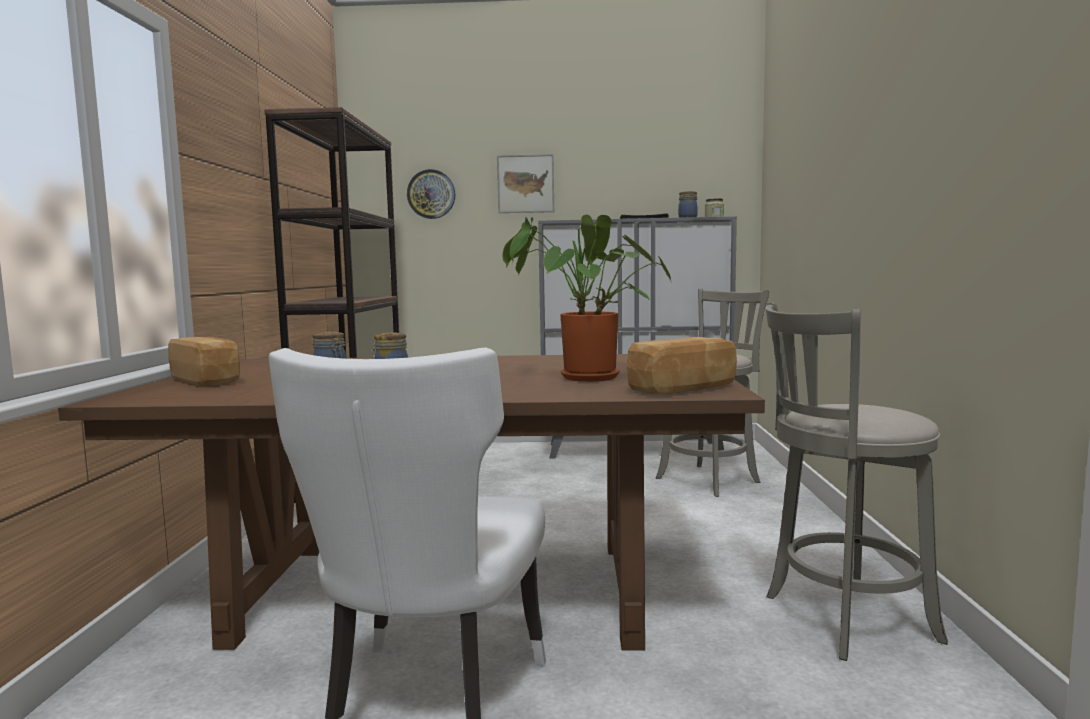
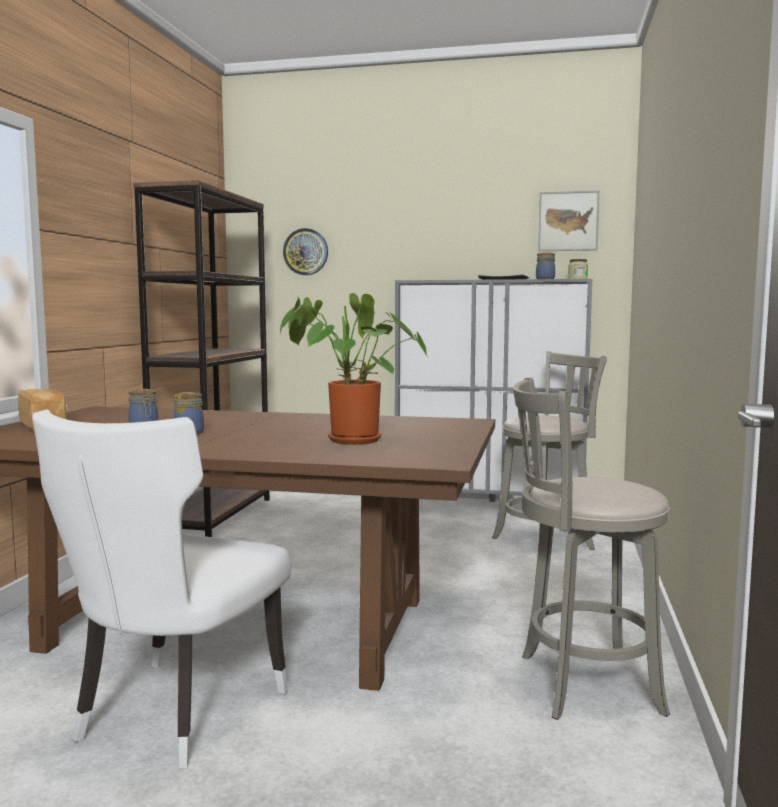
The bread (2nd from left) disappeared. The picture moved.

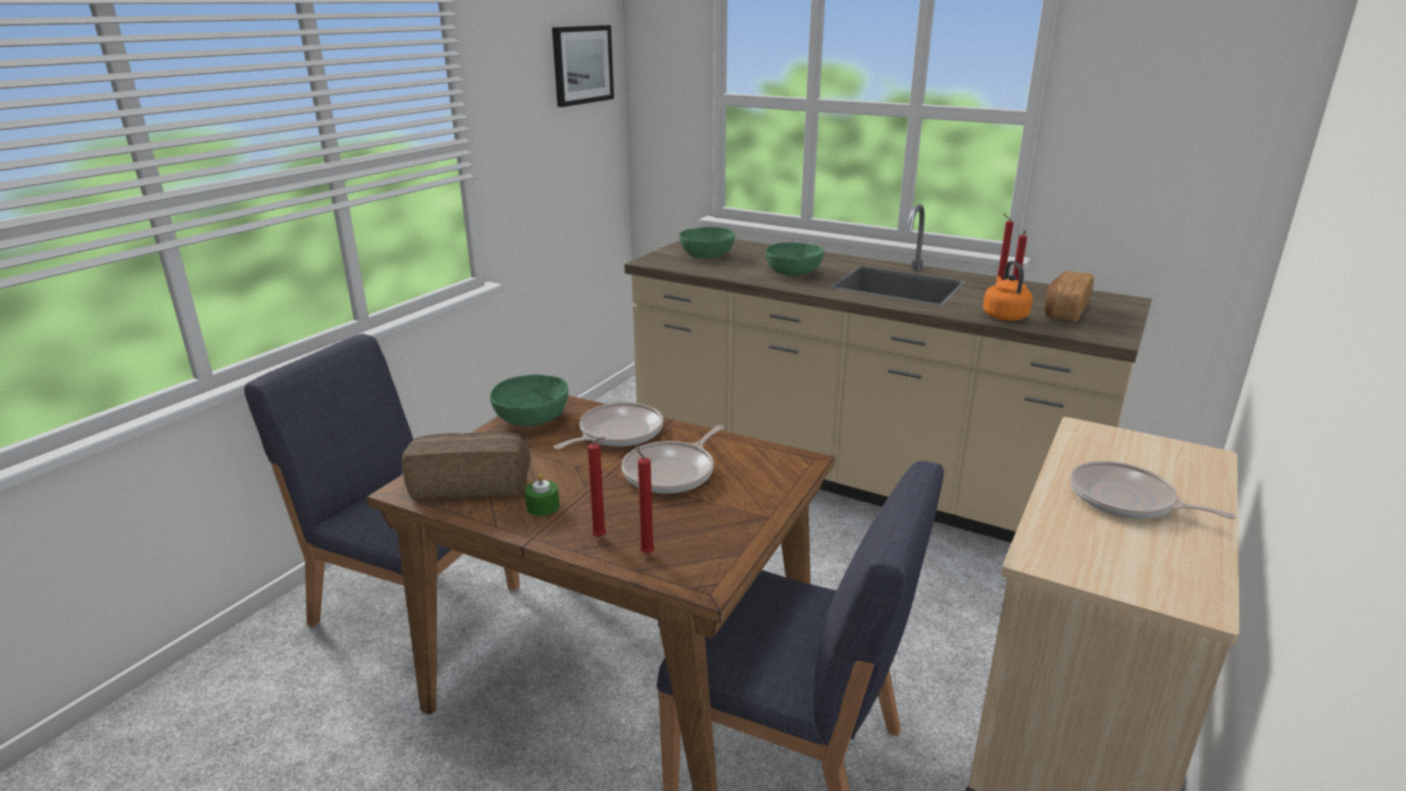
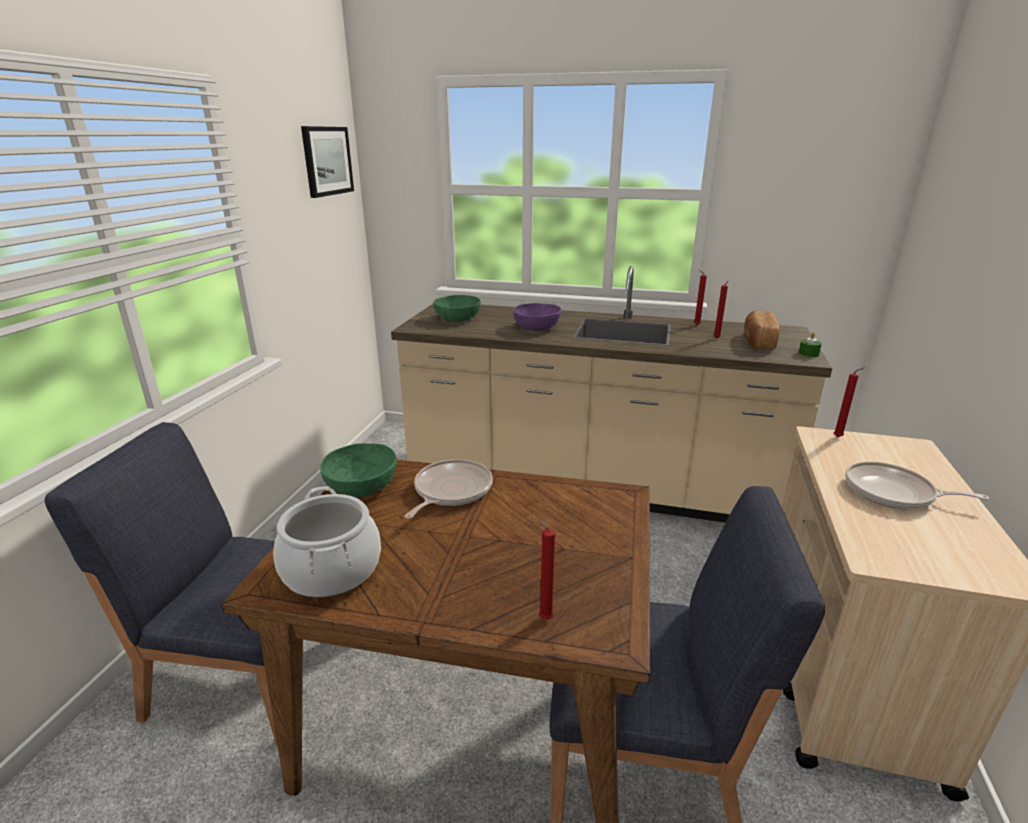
The frying pan (2nd from left) disappeared. The kettle (orange) disappeared. The candle (green) moved. The candle (red) (1st from left in the first image) moved. The bread (1st from left) was replaced by the cooking pot. The bowl (green) (3rd from left) became the bowl (purple).

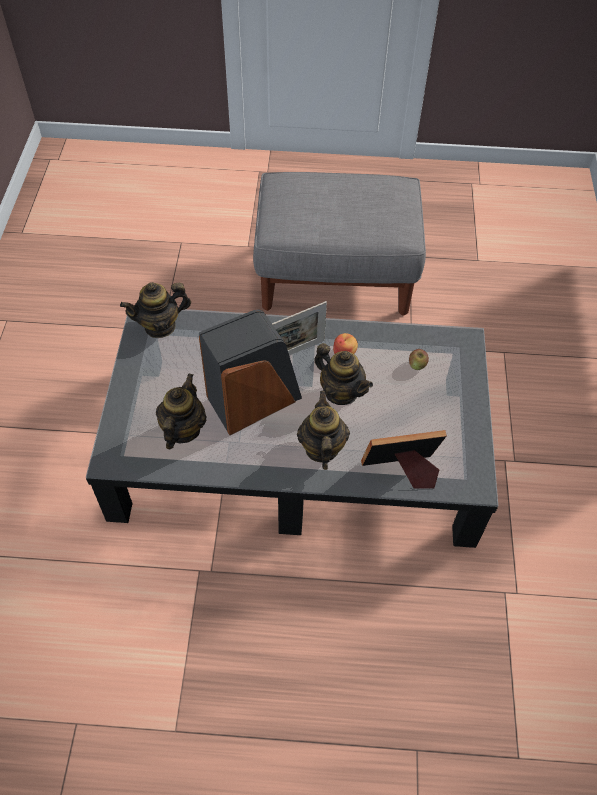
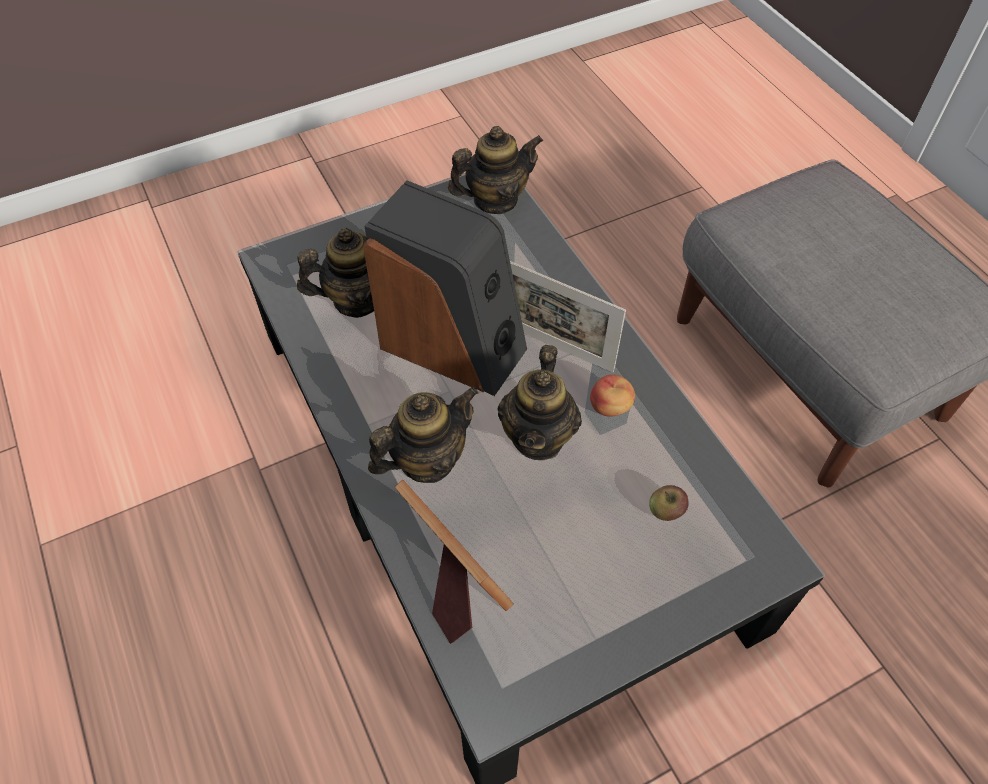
The teapot (1st from left in the first image) turned 120 degrees clockwise.

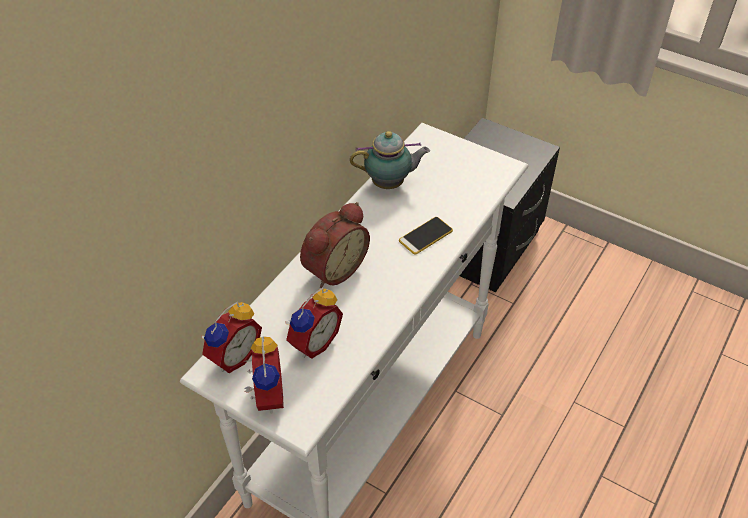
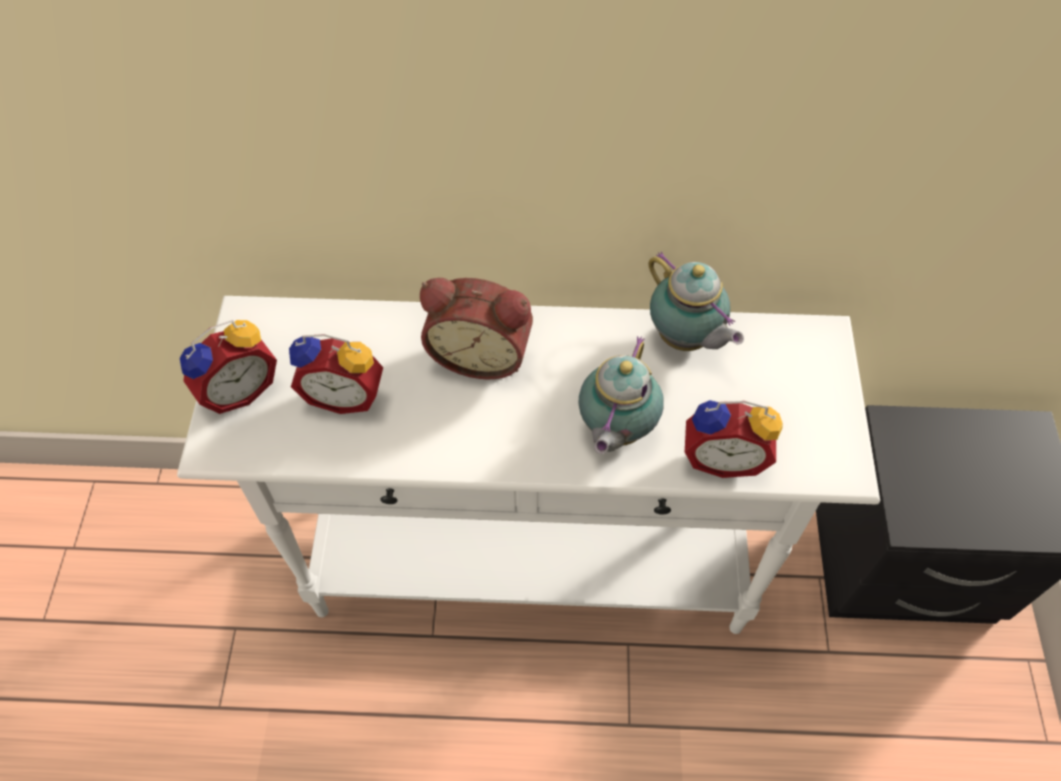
The alarm clock (1st from left in the first image) moved. The phone was replaced by the teapot (1st from left).

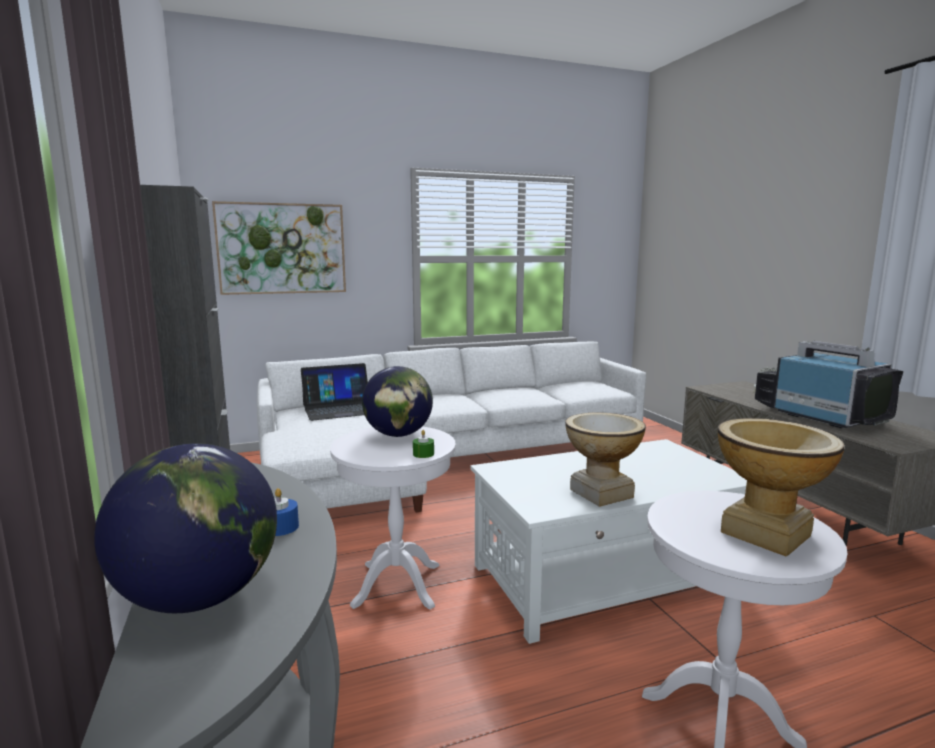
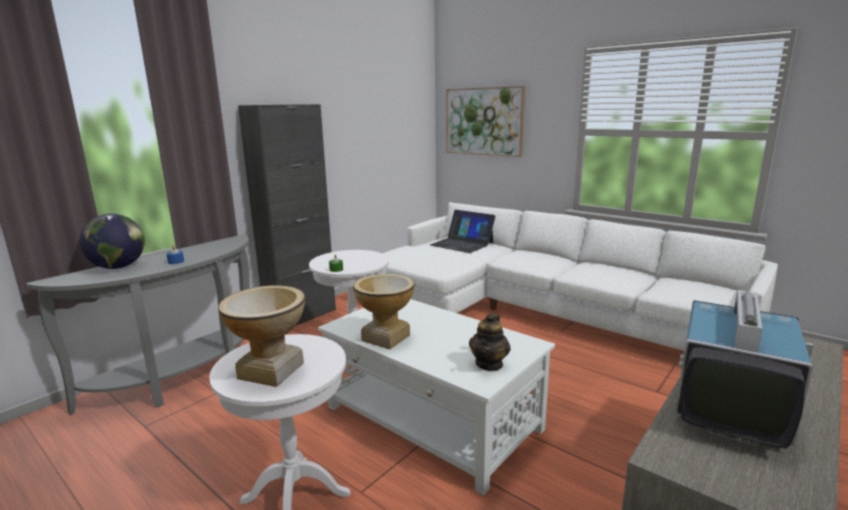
The globe (2nd from left) disappeared. The teapot appeared.

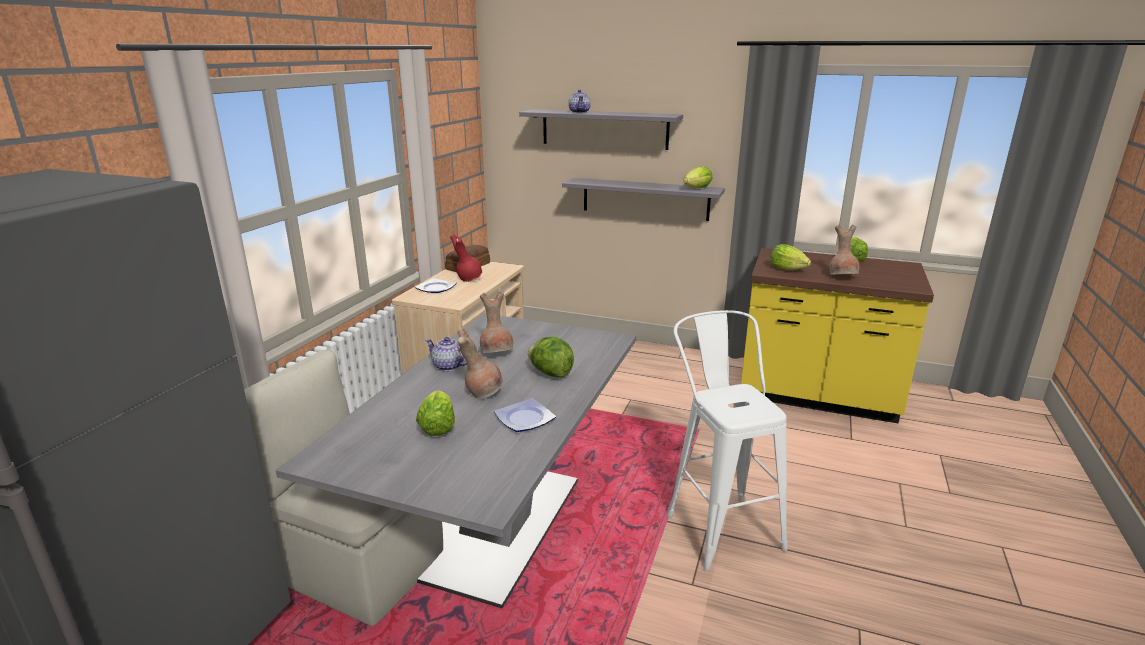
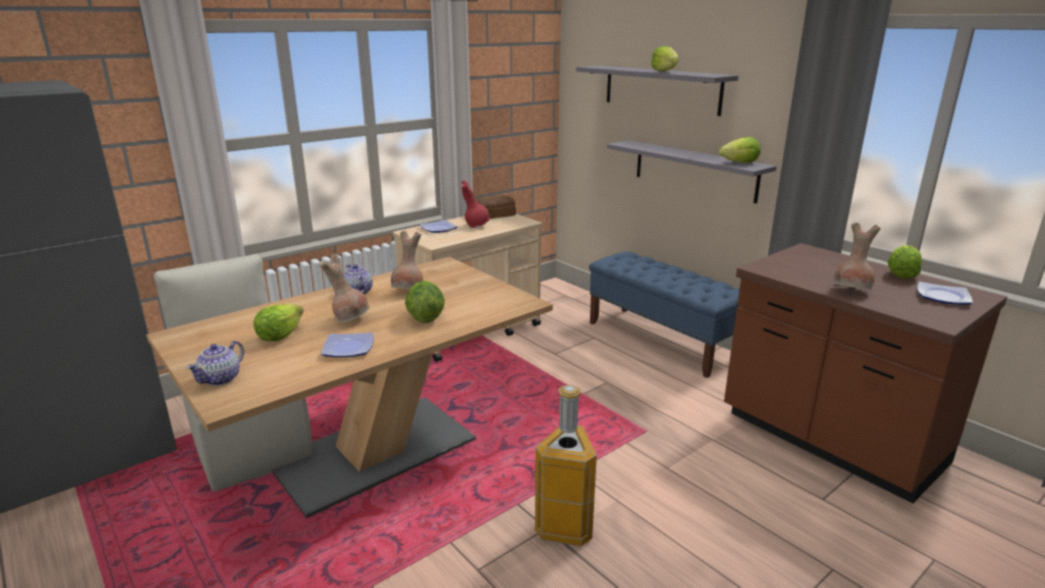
The bench (blue) appeared. The plate (3rd from left) appeared. The teapot (2nd from left in the first image) moved. The lettuce (4th from left in the first image) moved. The stool (white) was replaced by the trash can. The dining table (grey) became the dining table (brown). The counter (yellow) became the counter (brown).

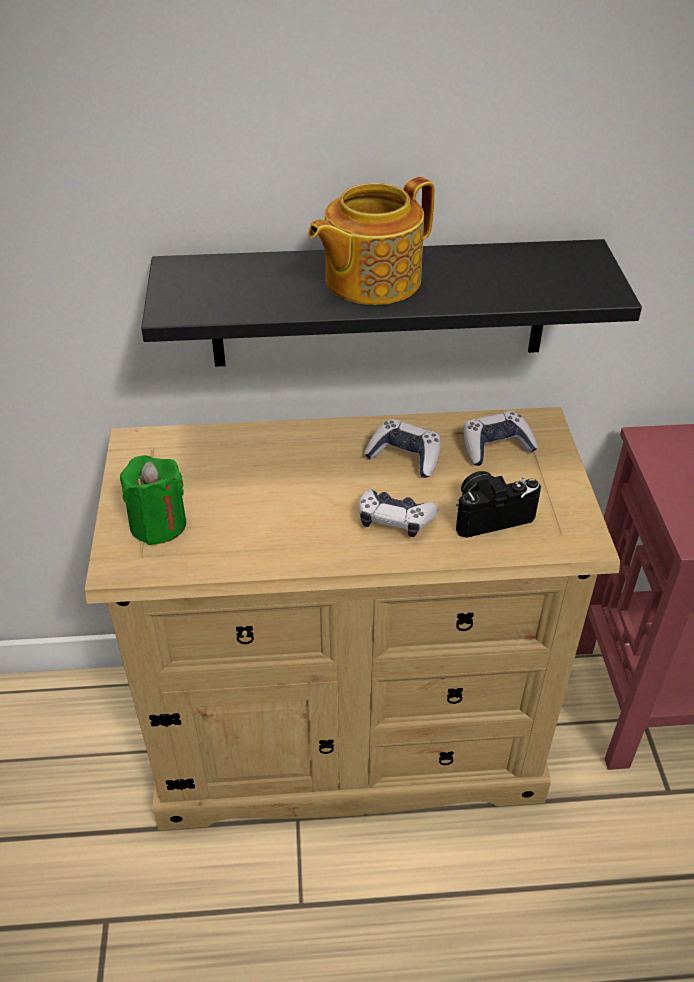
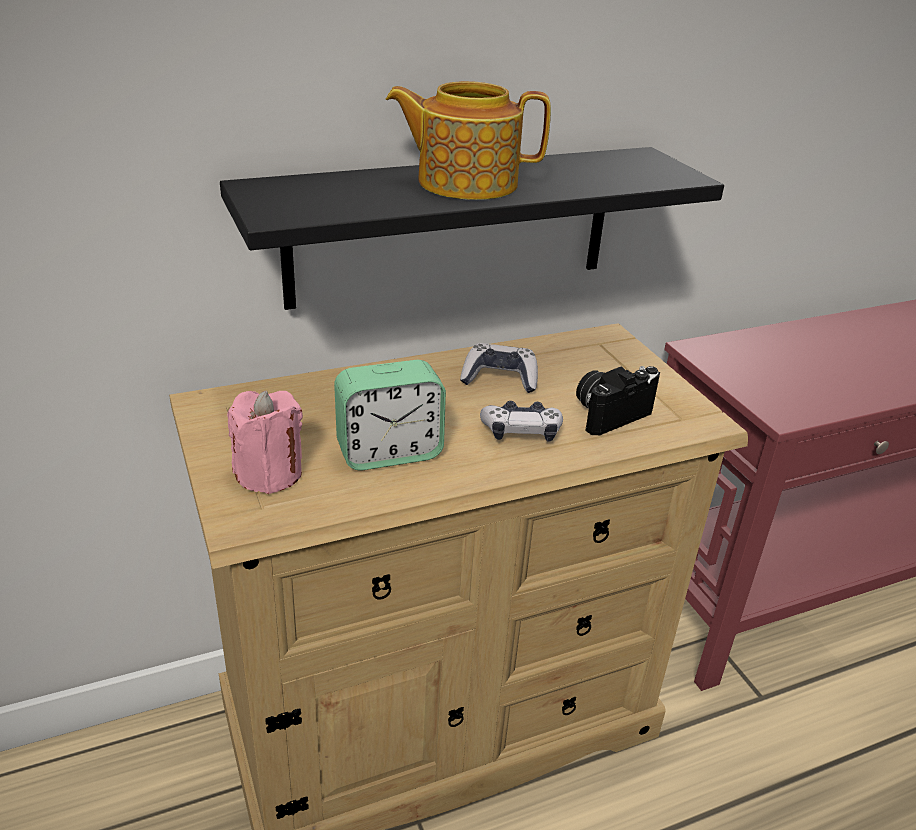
The game controller (3rd from left) disappeared. The alarm clock appeared. The candle (green) became the candle (pink). The teapot turned 60 degrees clockwise.

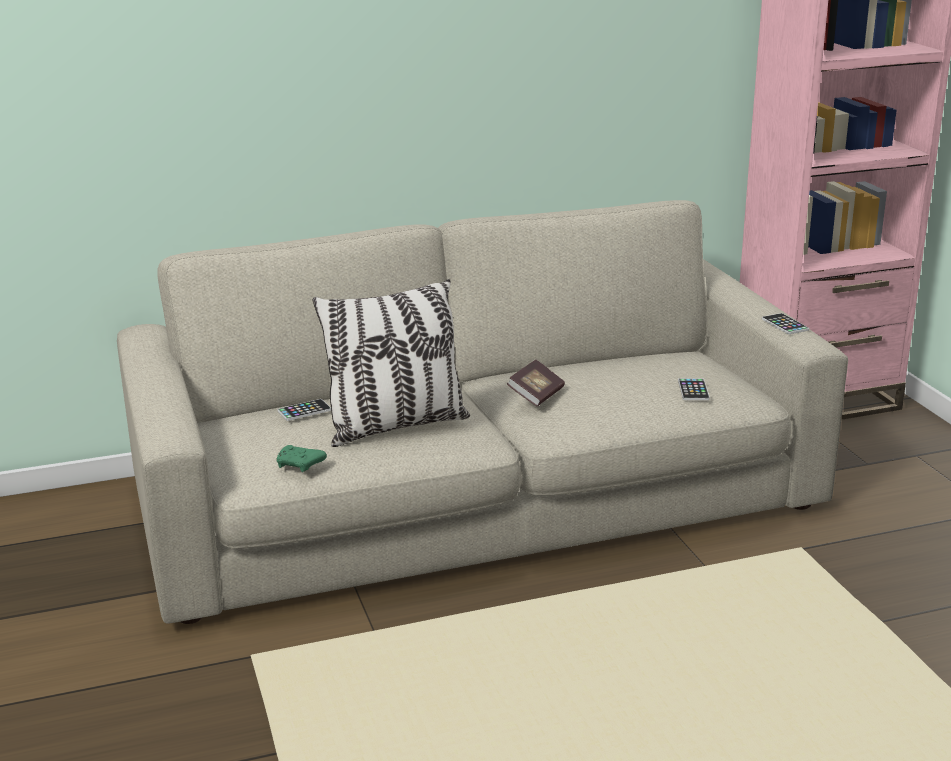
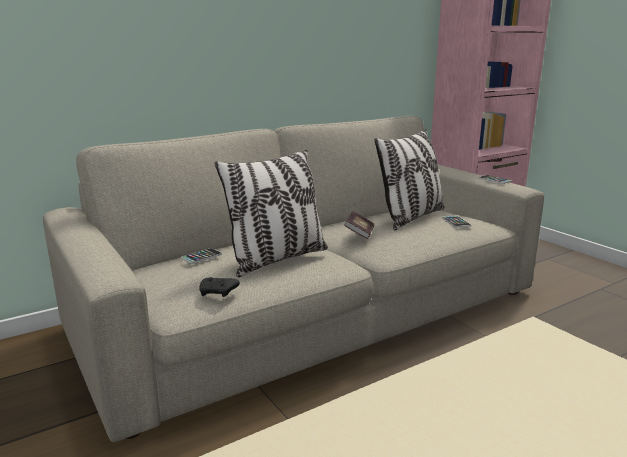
The pillow (2nd from left) appeared. The game controller (green) became the game controller (black).

